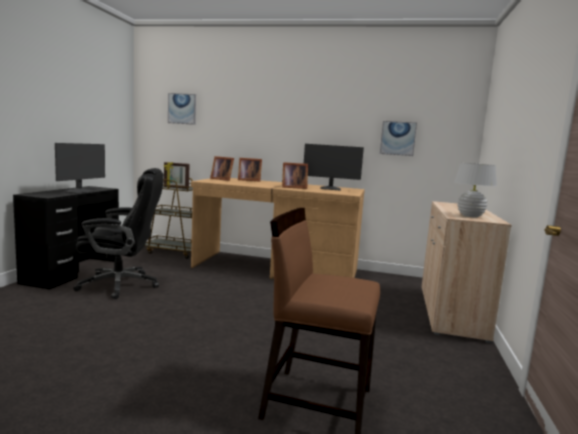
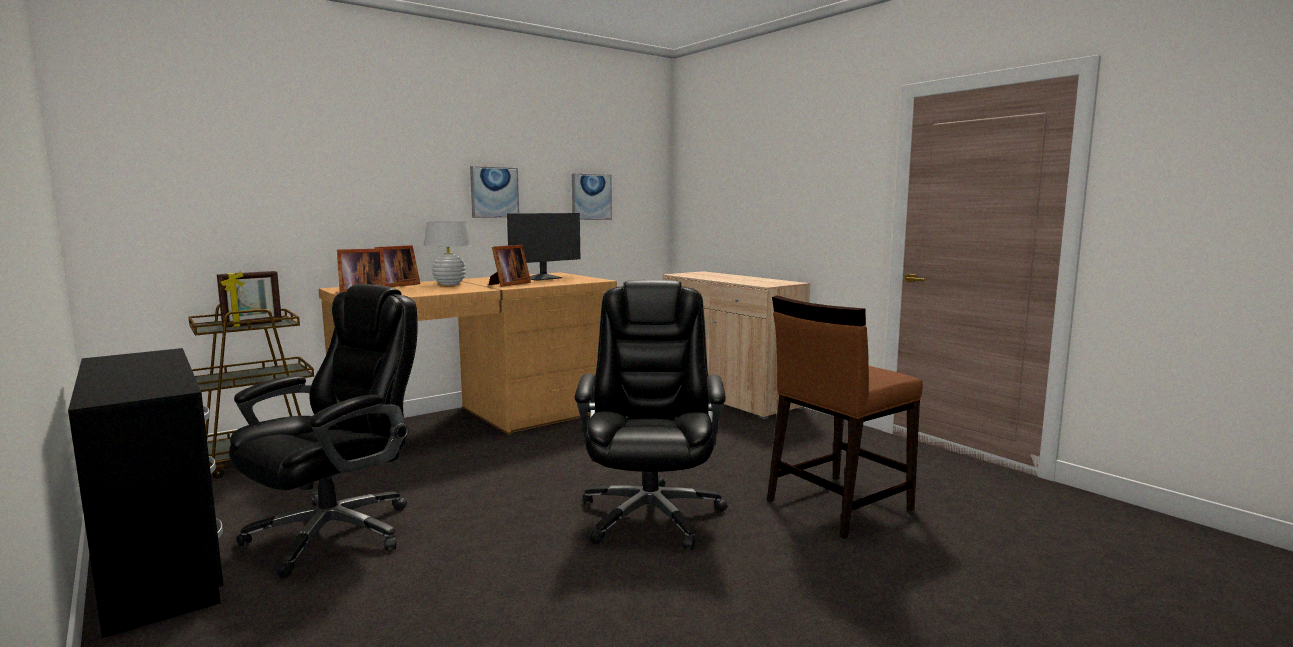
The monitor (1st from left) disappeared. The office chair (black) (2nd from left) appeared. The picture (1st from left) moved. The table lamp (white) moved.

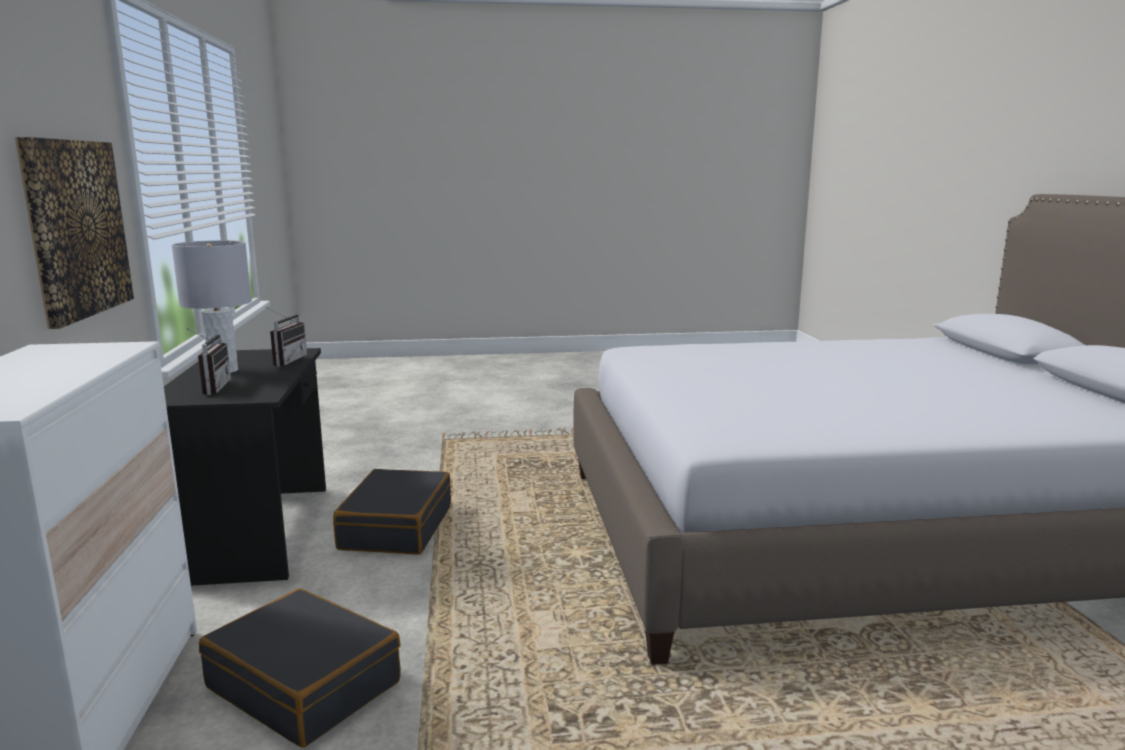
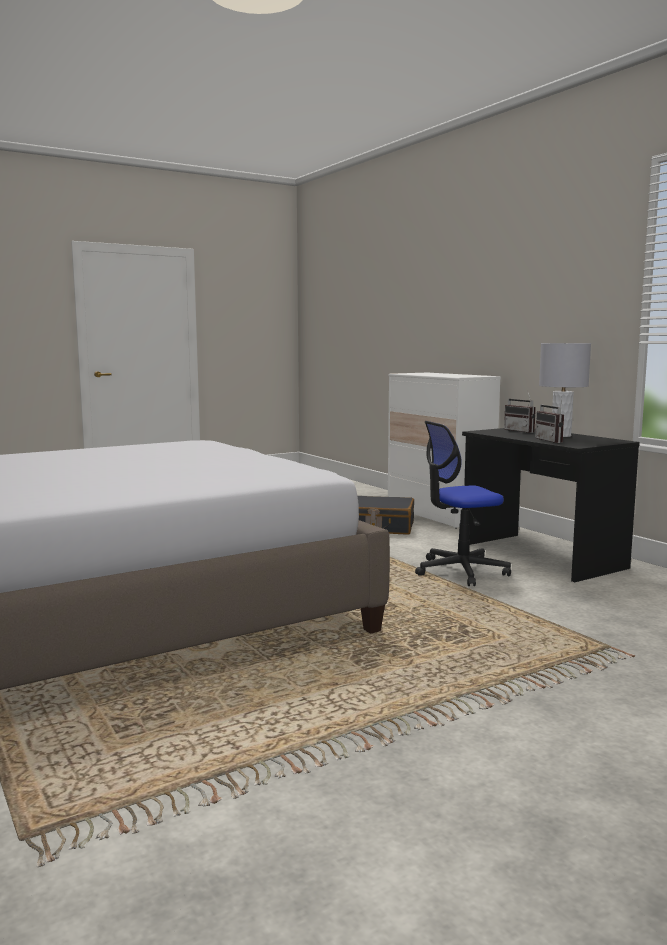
The picture disappeared. The suitcase (black) (2nd from left) was replaced by the office chair.

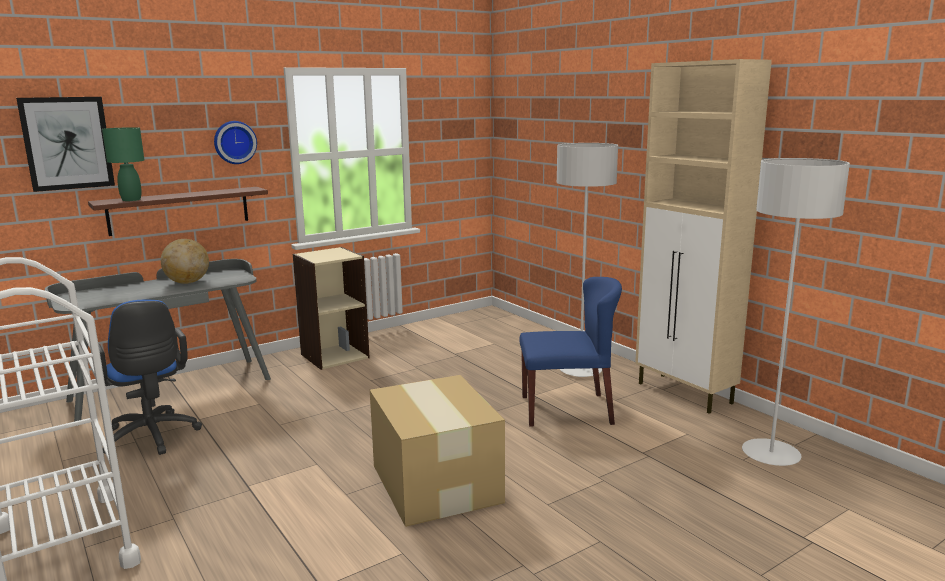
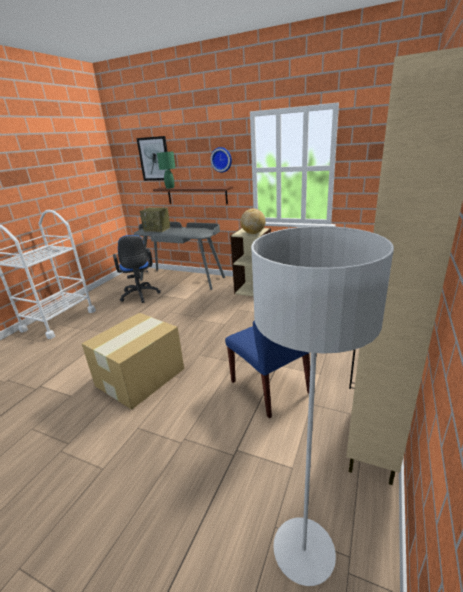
The floor lamp (grey) (1st from left) disappeared. The radio appeared. The globe moved. The office chair (blue) turned 45 degrees counterclockwise.

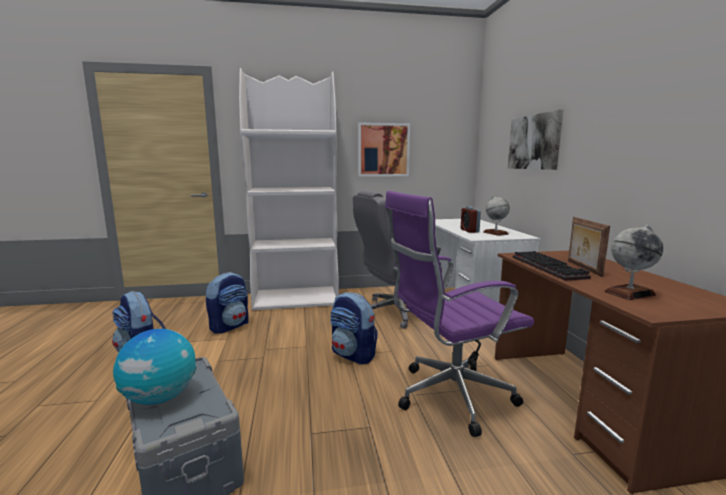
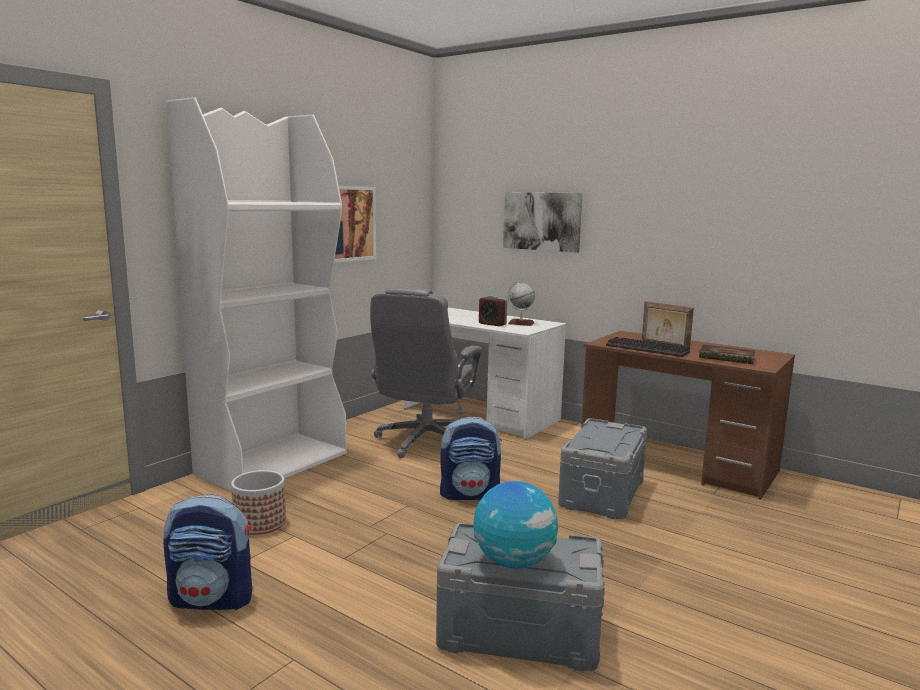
The backpack (2nd from left) was replaced by the planter. The office chair (purple) was replaced by the storage box (grey) (2nd from left). The globe (3rd from left) was replaced by the book.

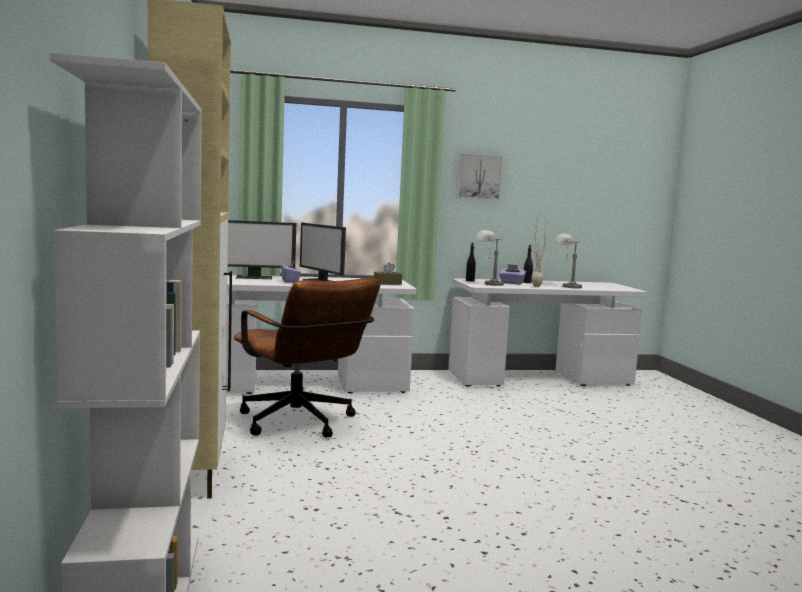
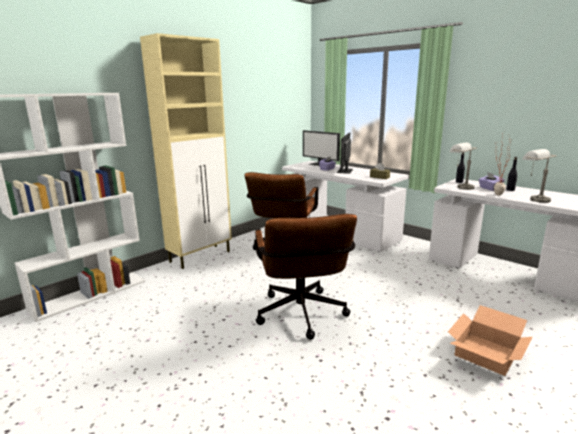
The picture disappeared. The office chair (brown) (2nd from left) appeared. The cardboard box appeared.

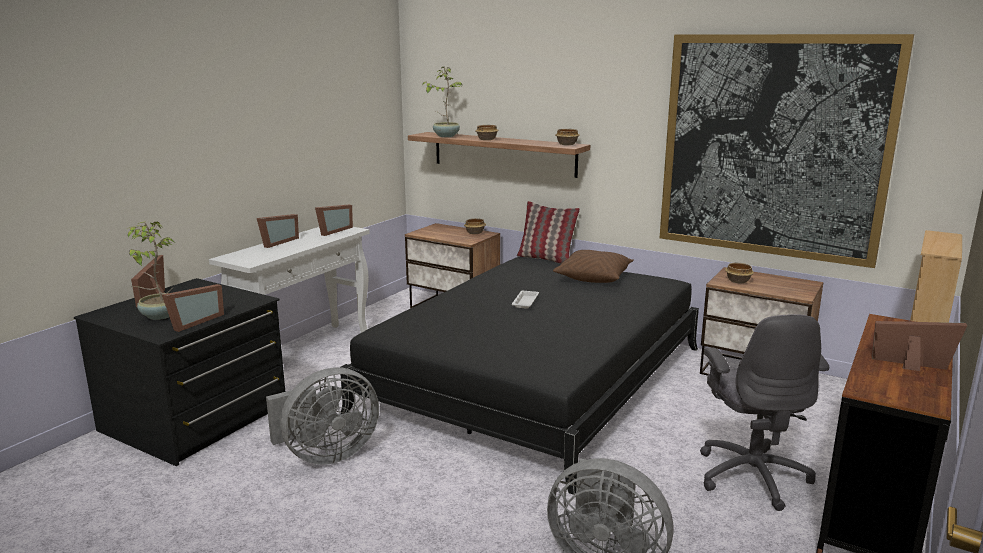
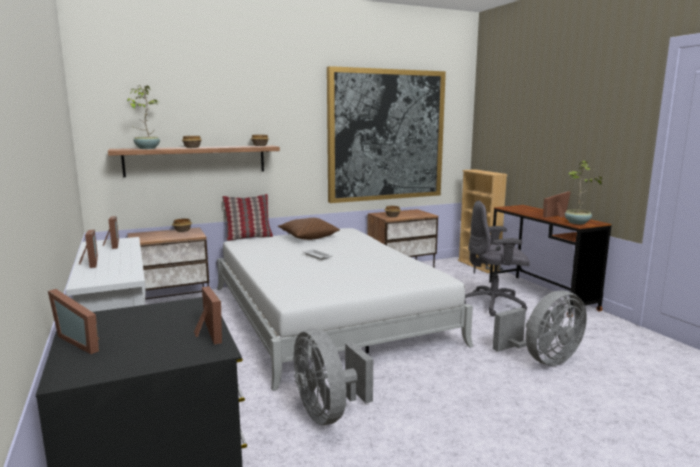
The potted plant (1st from left in the first image) moved. The bed (black) became the bed (white). The fan (grey) (1st from left) turned 150 degrees clockwise. The office chair (grey) turned 150 degrees clockwise.

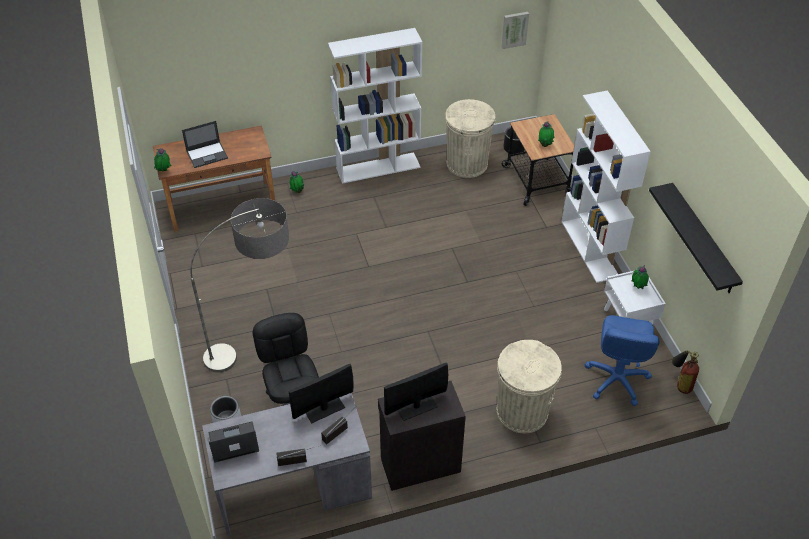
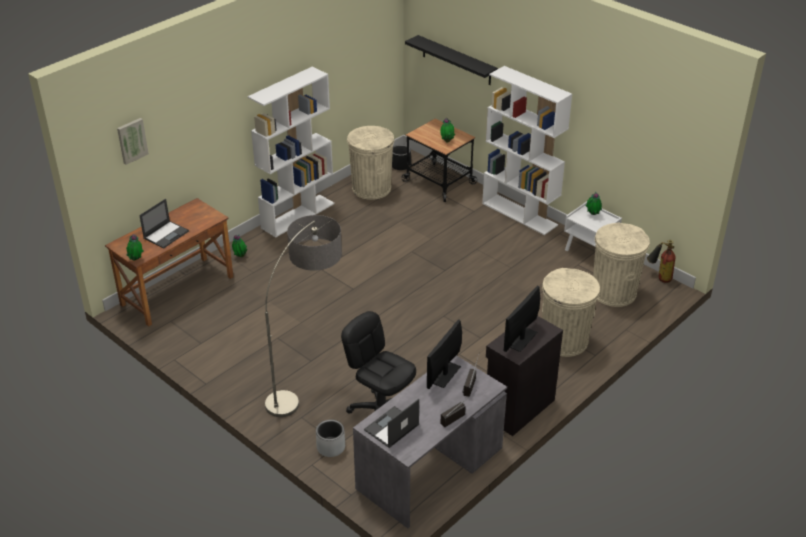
The picture moved. The shelf (black) moved. The office chair (blue) was replaced by the trash can (beige) (3rd from left).

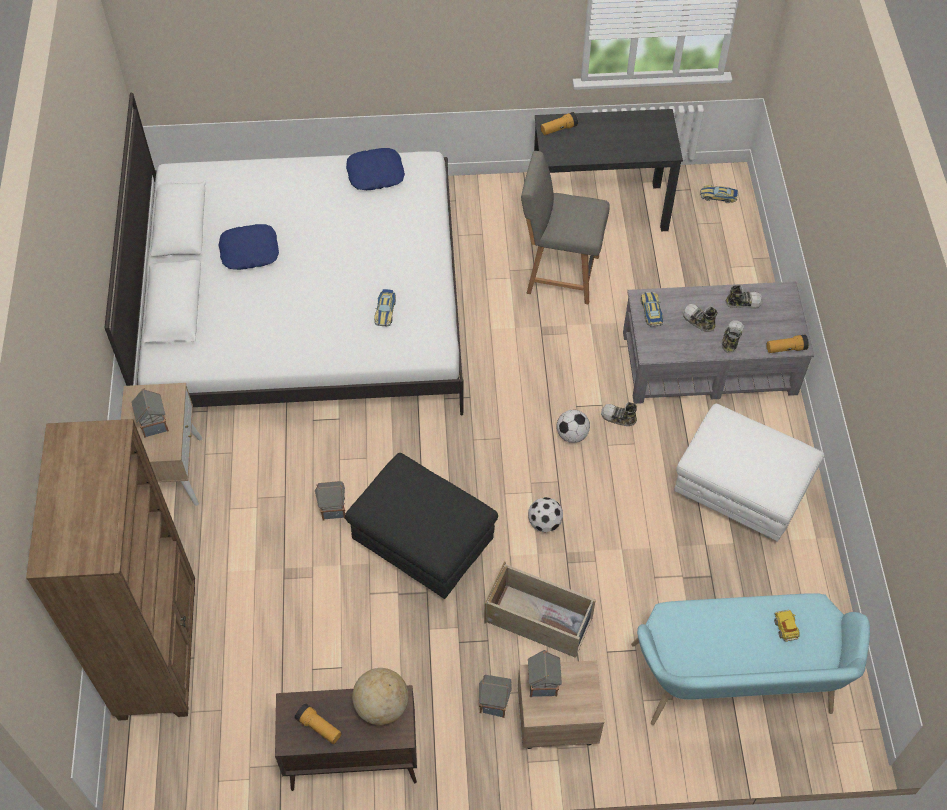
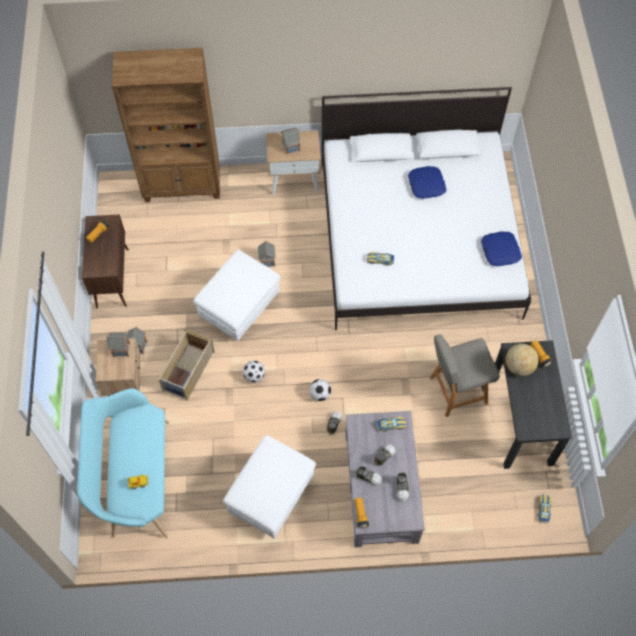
The globe moved. The ottoman (black) became the ottoman (white) (1st from left). The chair (grey) turned 120 degrees counterclockwise.

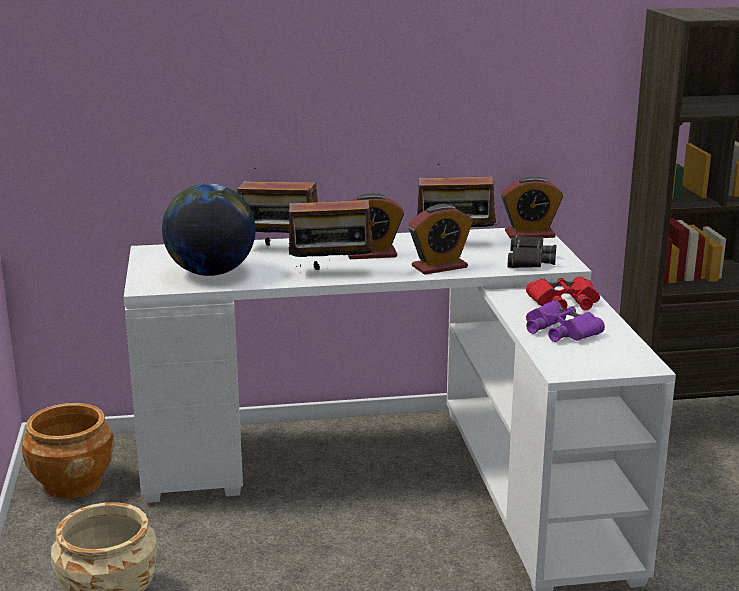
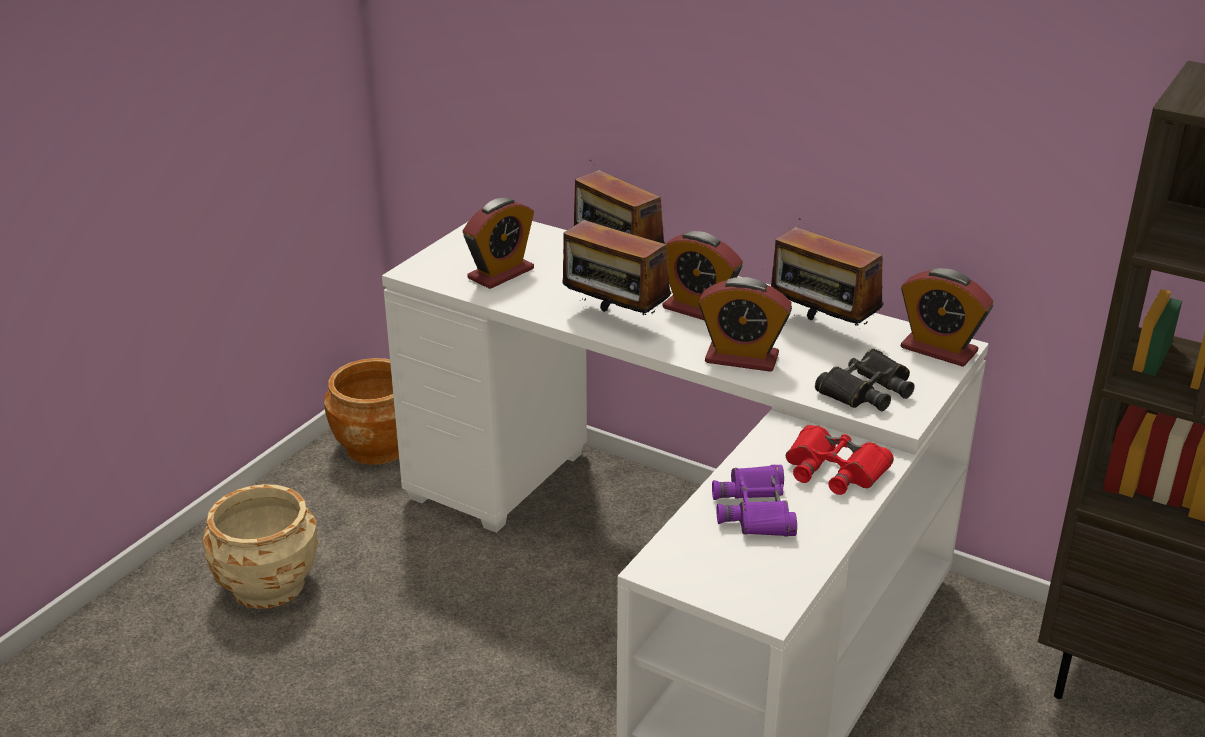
The globe was replaced by the alarm clock (1st from left).

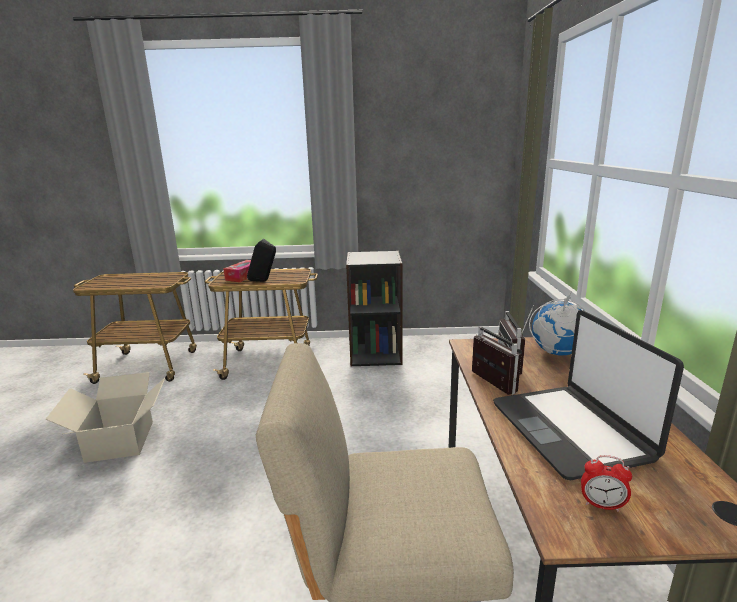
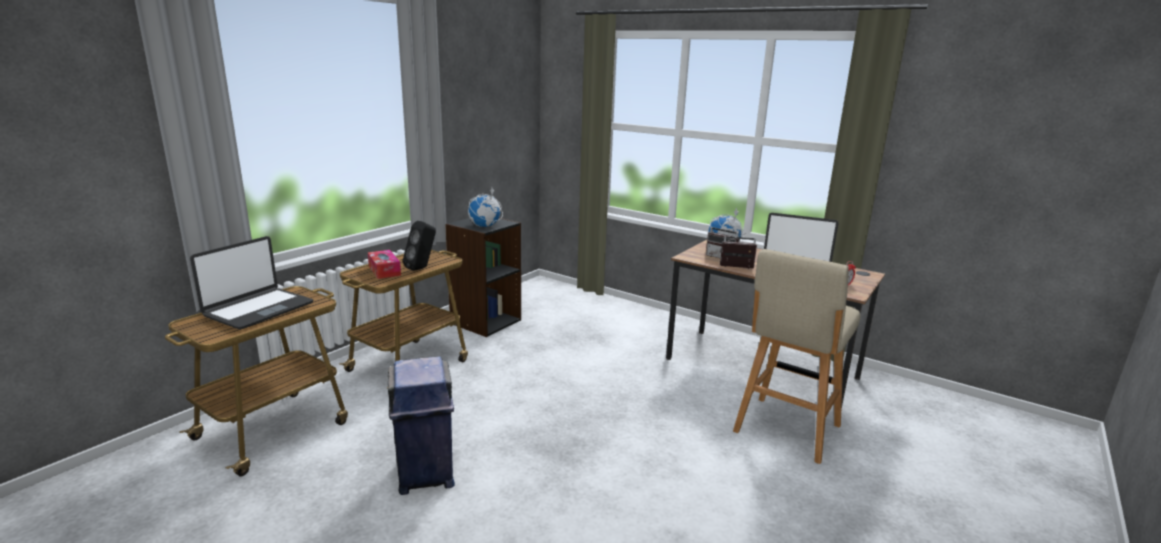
The laptop (1st from left) appeared. The globe (1st from left) appeared. The cardboard box was replaced by the trash can (blue).

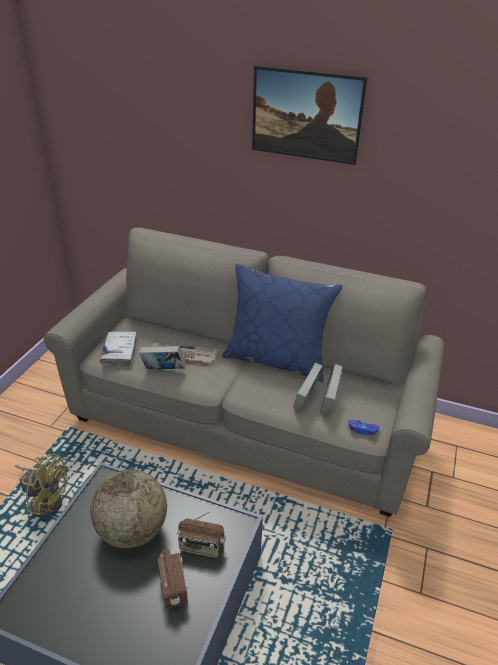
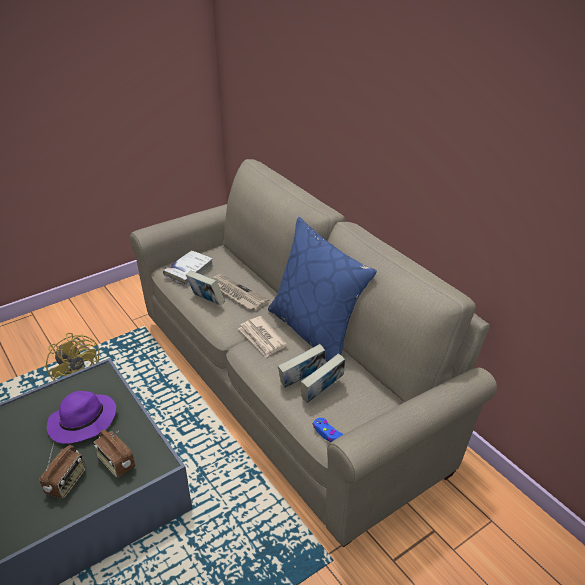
The picture disappeared. The newspaper (2nd from left) appeared. The globe was replaced by the hat (purple).

